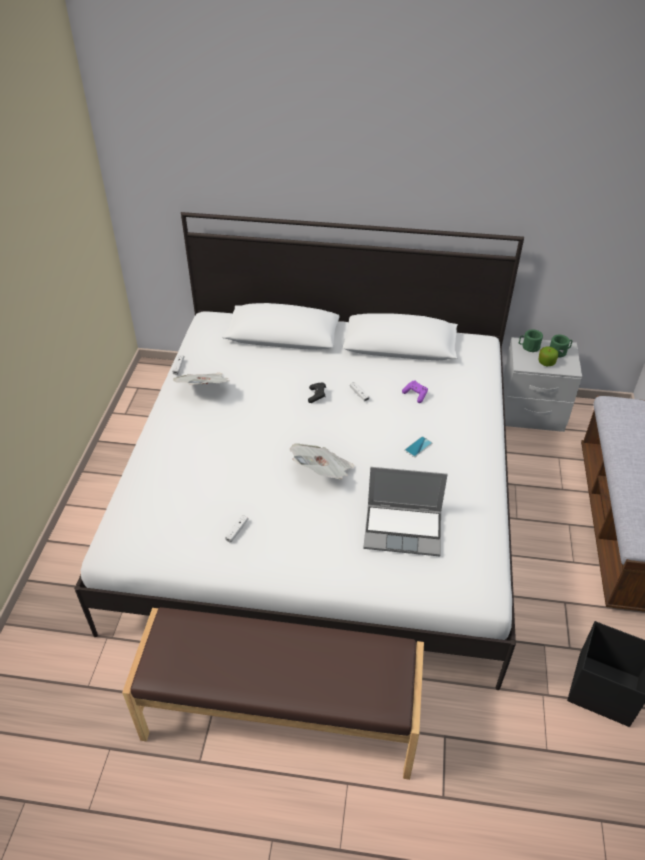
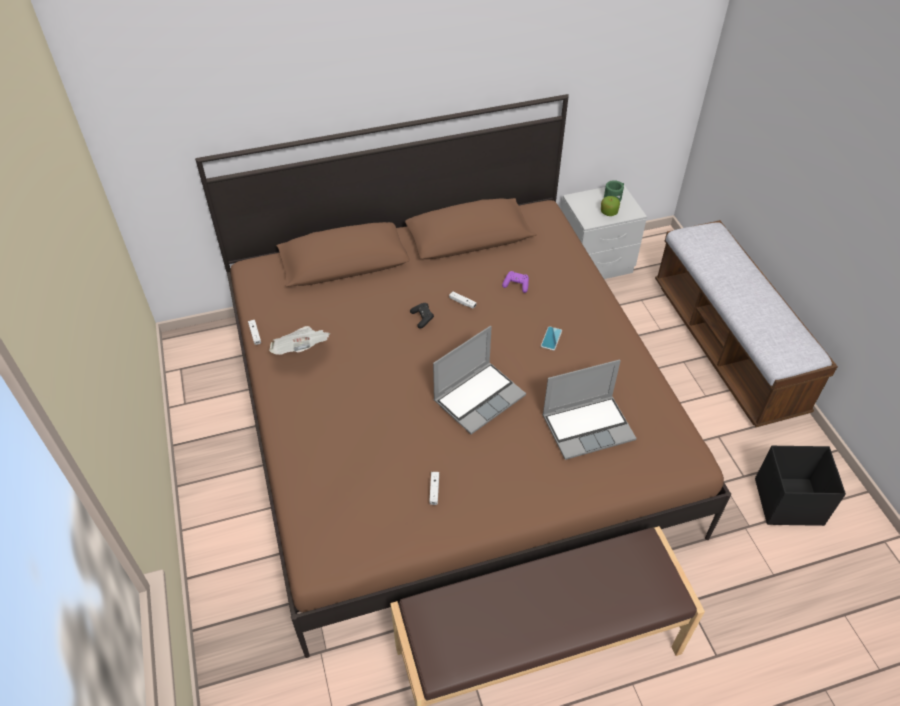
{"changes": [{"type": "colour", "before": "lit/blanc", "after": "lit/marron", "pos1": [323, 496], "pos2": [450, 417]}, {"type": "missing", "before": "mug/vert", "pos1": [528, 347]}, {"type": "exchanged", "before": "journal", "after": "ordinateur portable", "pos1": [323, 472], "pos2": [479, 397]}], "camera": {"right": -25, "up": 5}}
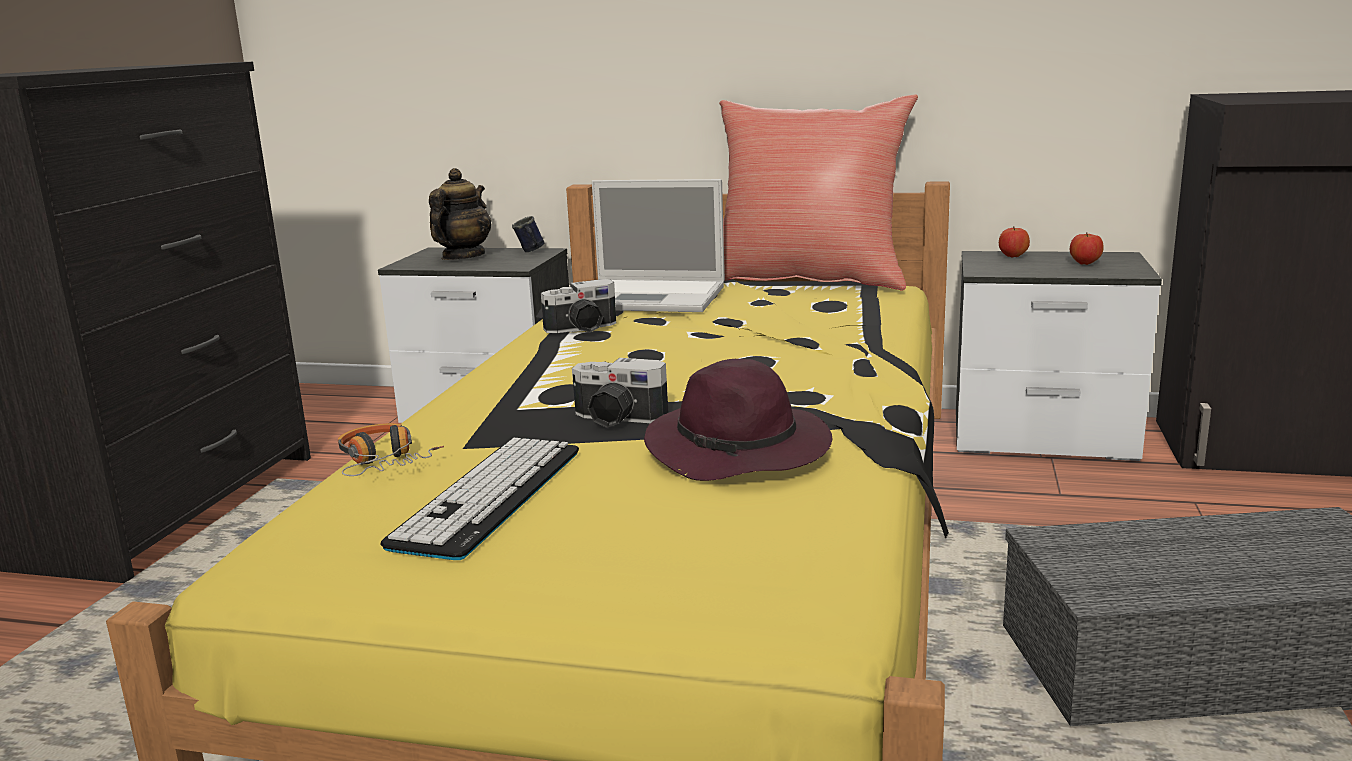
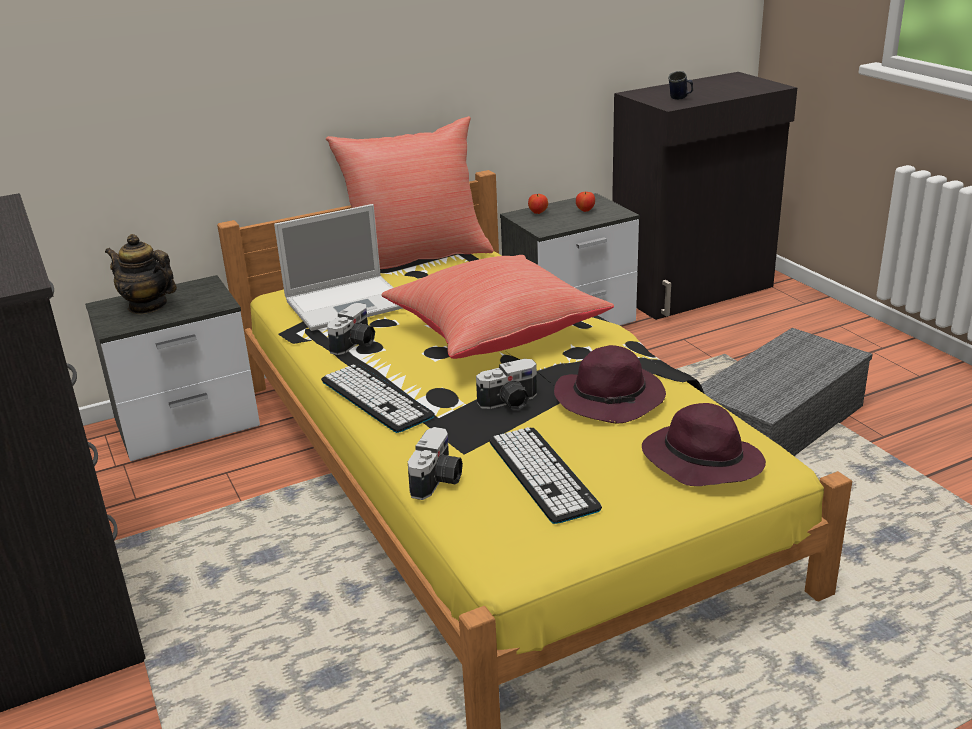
{"changes": [{"type": "spun", "before": "théière", "pos1": [462, 257], "pos2": [147, 306], "turn": -45}, {"type": "relocated", "before": "mug/bleu", "pos1": [530, 252], "pos2": [680, 99]}, {"type": "exchanged", "before": "casque audio", "after": "appareil photo", "pos1": [384, 462], "pos2": [438, 481]}, {"type": "appeared", "after": "coussin/rouge", "pos2": [494, 334]}, {"type": "appeared", "after": "clavier", "pos2": [376, 398]}, {"type": "appeared", "after": "chapeau/violet", "pos2": [700, 461]}], "camera": {"right": -40, "up": 10}}
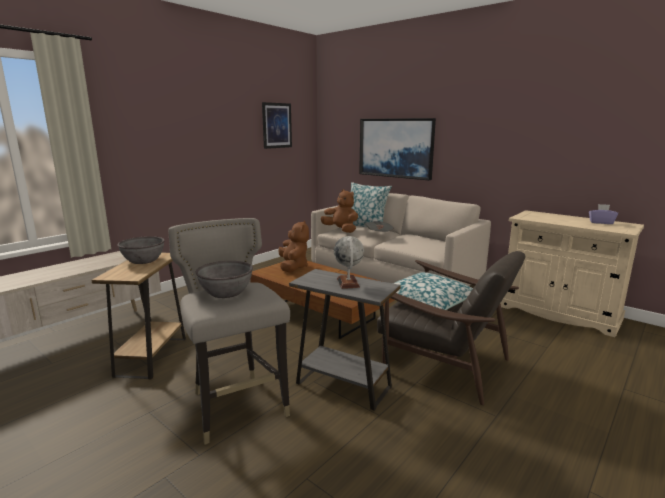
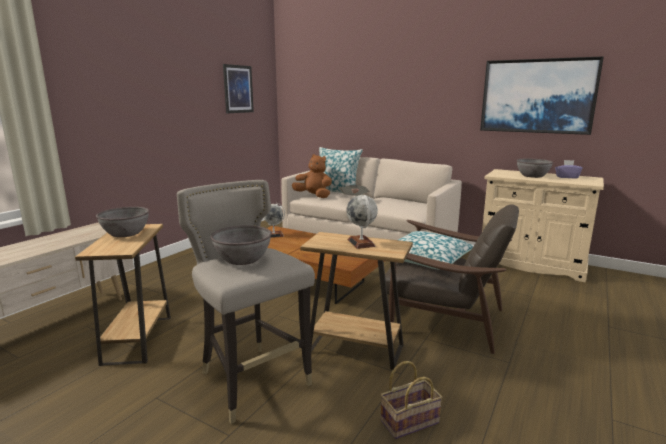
{"changes": [{"type": "relocated", "before": "tableau", "pos1": [396, 148], "pos2": [537, 96]}, {"type": "exchanged", "before": "peluche/marron", "after": "globe", "pos1": [293, 267], "pos2": [274, 235]}, {"type": "colour", "before": "table d'appoint/gris", "after": "table d'appoint/marron", "pos1": [343, 385], "pos2": [355, 348]}, {"type": "appeared", "after": "bol/gris", "pos2": [532, 176]}, {"type": "appeared", "after": "panier", "pos2": [410, 420]}], "camera": {"right": -10, "up": 0}}
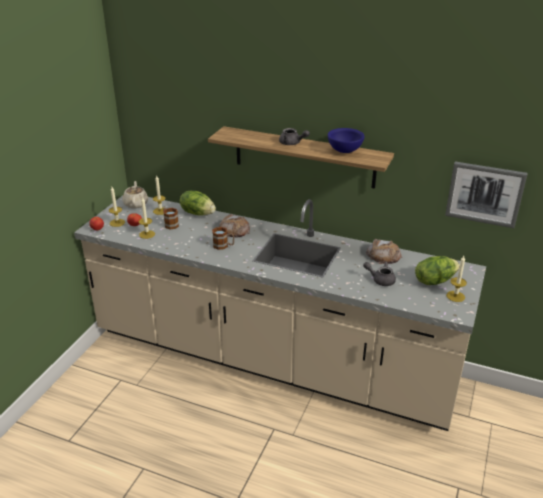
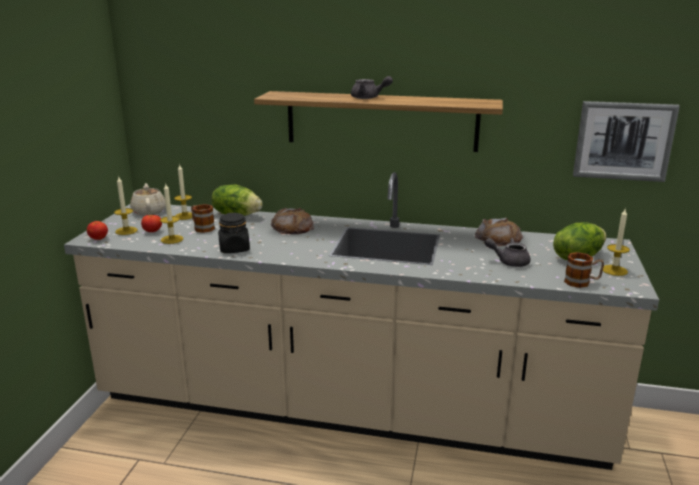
{"changes": [{"type": "missing", "before": "bol/bleu", "pos1": [344, 151]}, {"type": "relocated", "before": "mug", "pos1": [223, 246], "pos2": [582, 282]}, {"type": "appeared", "after": "bocal/noir", "pos2": [234, 249]}], "camera": {"right": -10, "up": -10}}
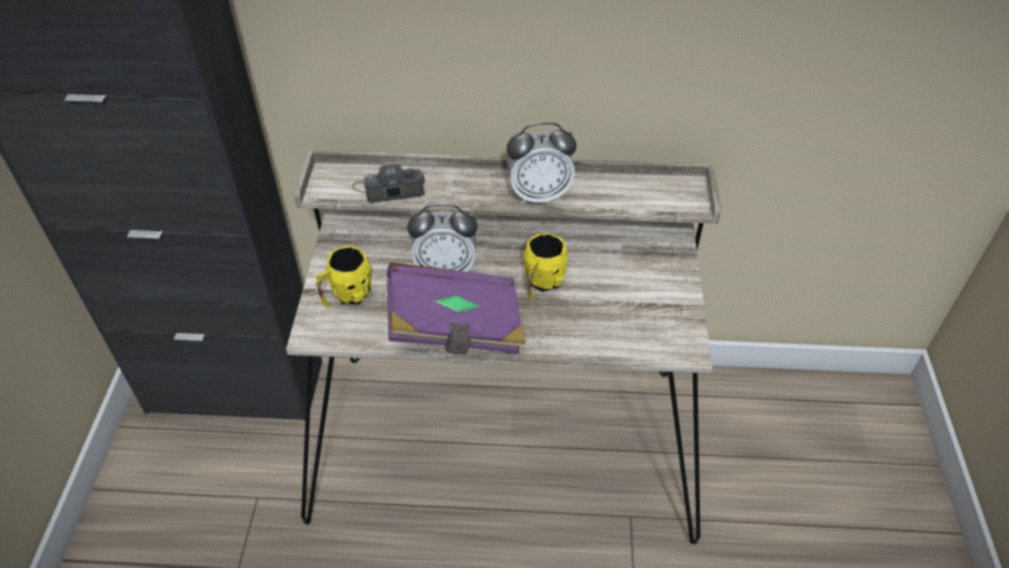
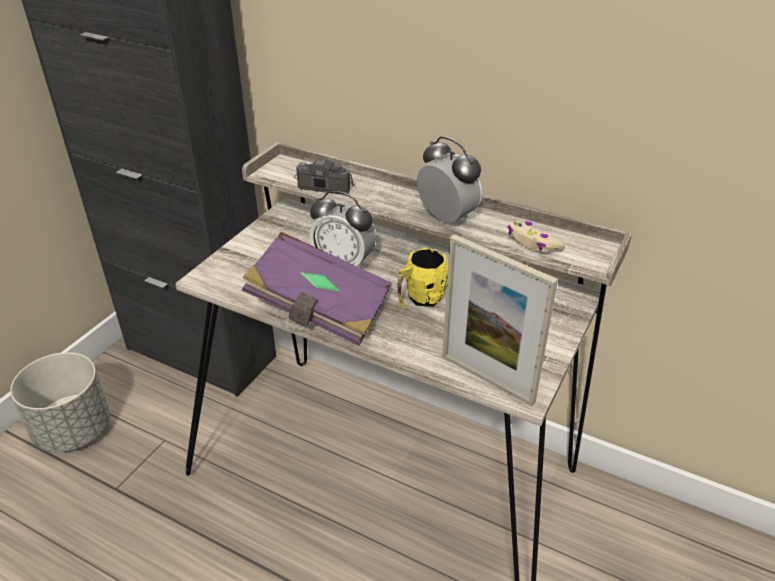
{"changes": [{"type": "spun", "before": "réveil", "pos1": [539, 195], "pos2": [447, 218], "turn": -150}, {"type": "missing", "before": "mug/jaune", "pos1": [346, 295]}, {"type": "appeared", "after": "manette/beige", "pos2": [533, 243]}, {"type": "appeared", "after": "cadre photo", "pos2": [487, 379]}, {"type": "appeared", "after": "cache-pot/gris", "pos2": [74, 429]}], "camera": {"right": 25, "up": -10}}
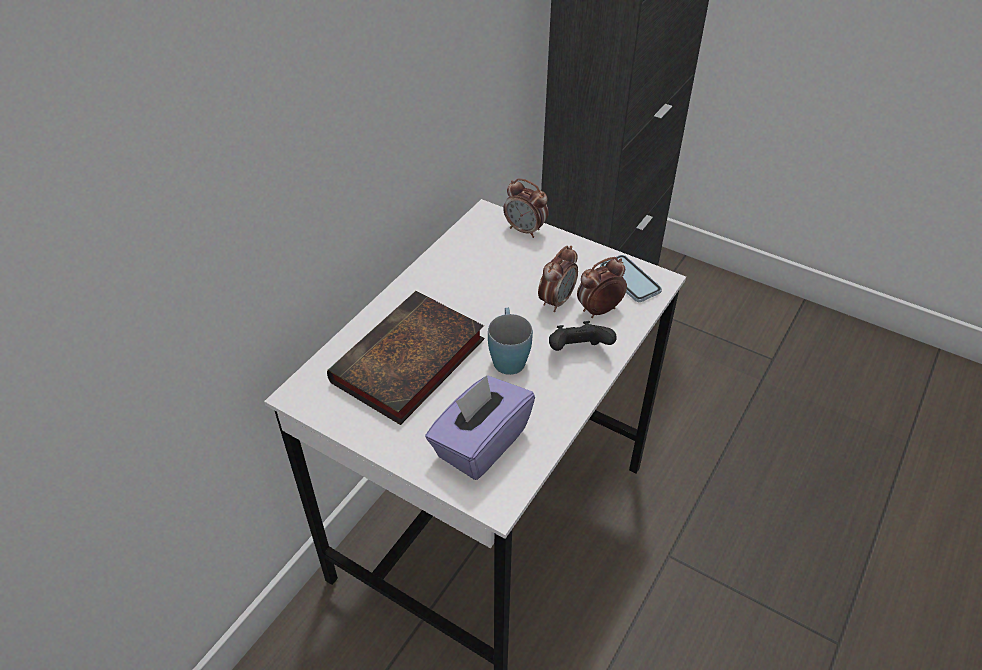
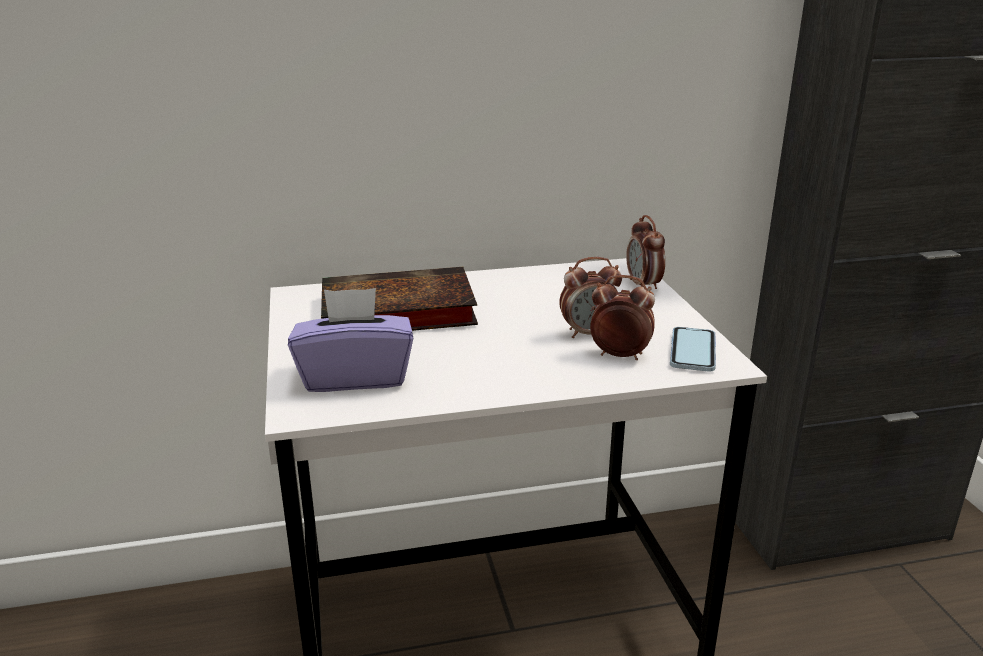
{"changes": [{"type": "missing", "before": "mug/bleu", "pos1": [508, 356]}, {"type": "missing", "before": "manette/noir", "pos1": [578, 351]}], "camera": {"right": 45, "up": -20}}
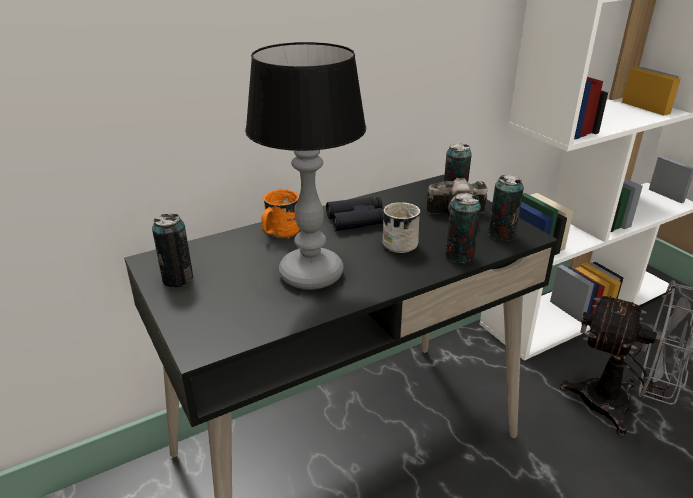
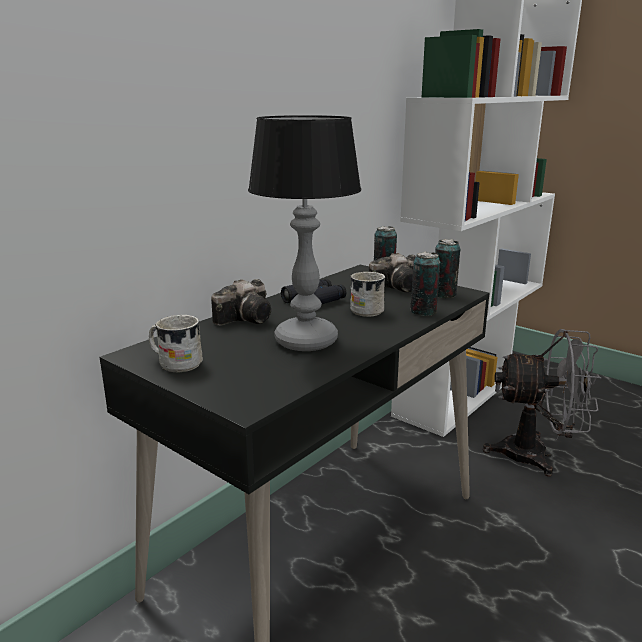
{"changes": [{"type": "exchanged", "before": "mug/orange", "after": "appareil photo", "pos1": [279, 233], "pos2": [247, 318]}, {"type": "exchanged", "before": "boîte métallique", "after": "mug/blanc", "pos1": [178, 279], "pos2": [175, 363]}], "camera": {"right": -20, "up": -10}}
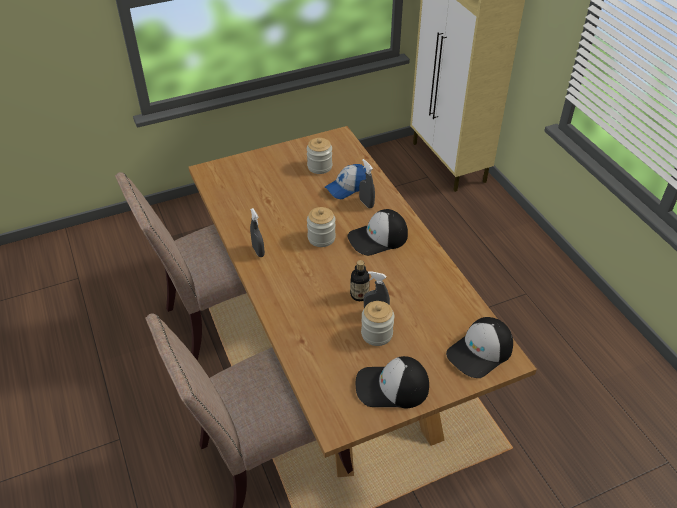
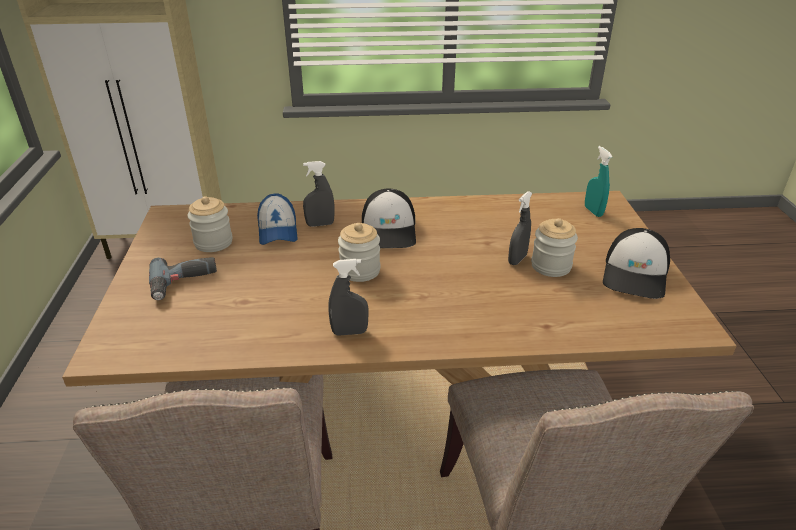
{"changes": [{"type": "missing", "before": "bouteille", "pos1": [359, 295]}, {"type": "exchanged", "before": "casquette", "after": "vaporisateur/turquoise", "pos1": [480, 352], "pos2": [593, 211]}, {"type": "appeared", "after": "perceuse", "pos2": [184, 283]}], "camera": {"right": -70, "up": -10}}
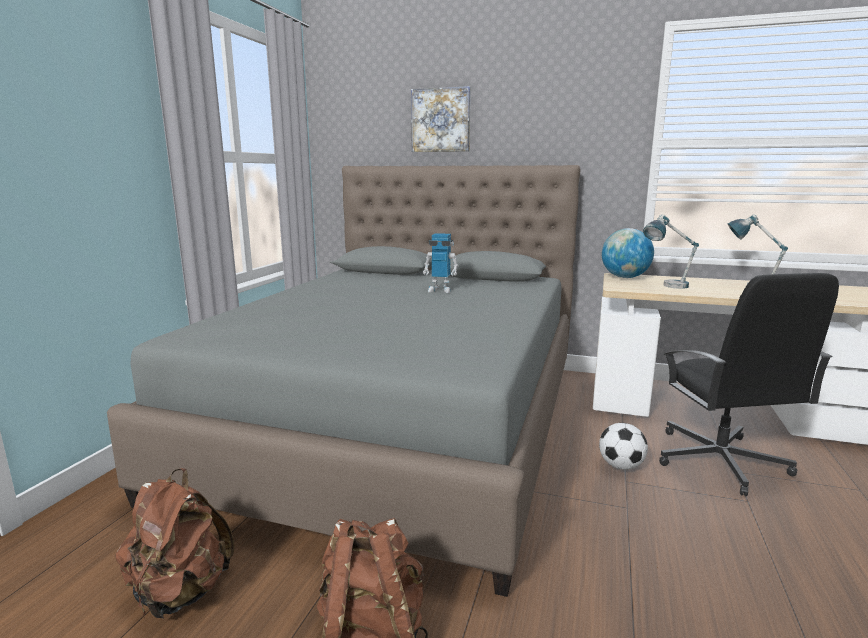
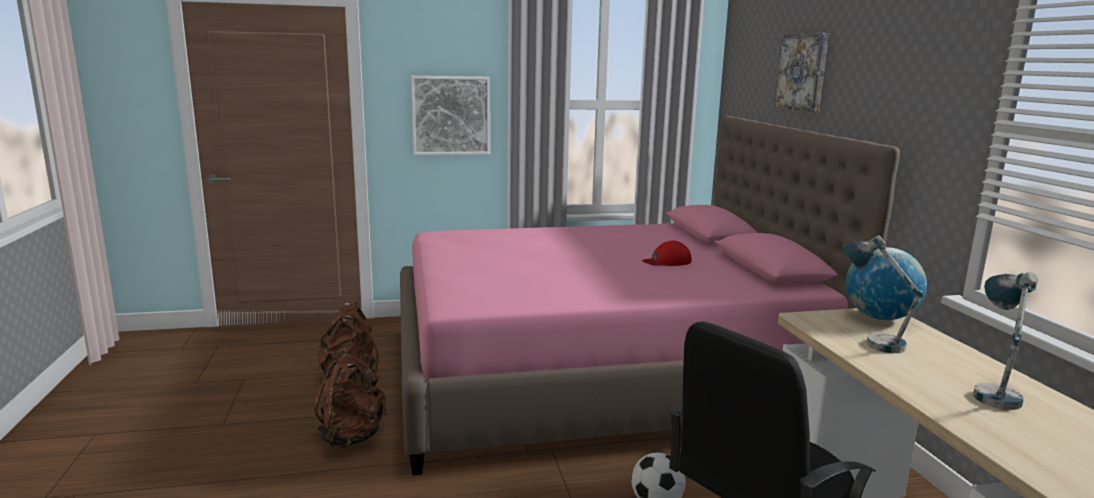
{"changes": [{"type": "colour", "before": "lit/gris", "after": "lit/rose", "pos1": [401, 423], "pos2": [600, 376]}, {"type": "exchanged", "before": "robot jouet", "after": "casquette/rouge", "pos1": [440, 290], "pos2": [667, 261]}, {"type": "appeared", "after": "tableau", "pos2": [451, 115]}], "camera": {"right": 60, "up": 0}}
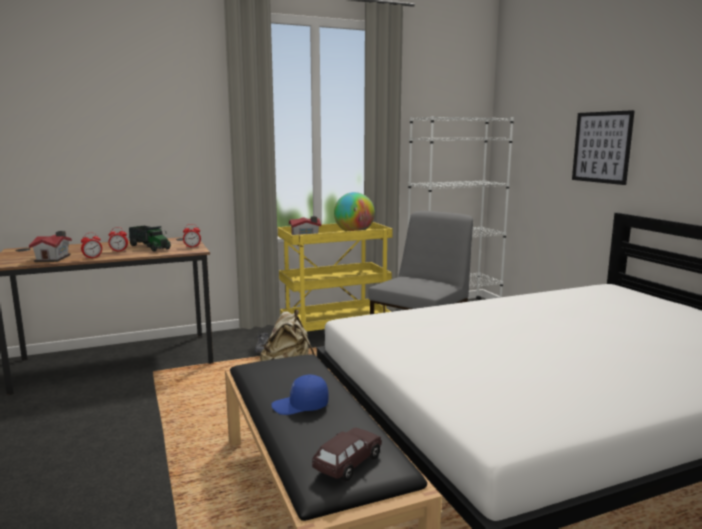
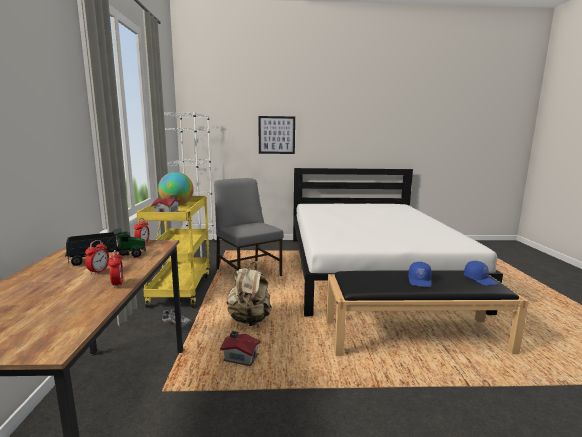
{"changes": [{"type": "relocated", "before": "maison miniature", "pos1": [54, 258], "pos2": [240, 357]}, {"type": "exchanged", "before": "petite voiture/marron", "after": "casquette/bleu", "pos1": [347, 464], "pos2": [480, 279]}], "camera": {"right": -70, "up": 0}}
